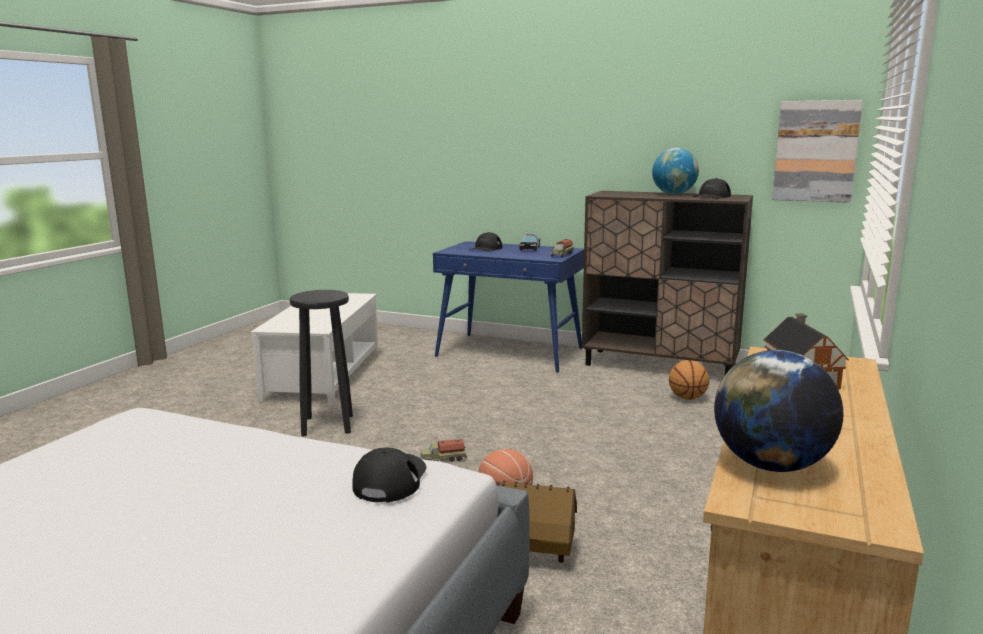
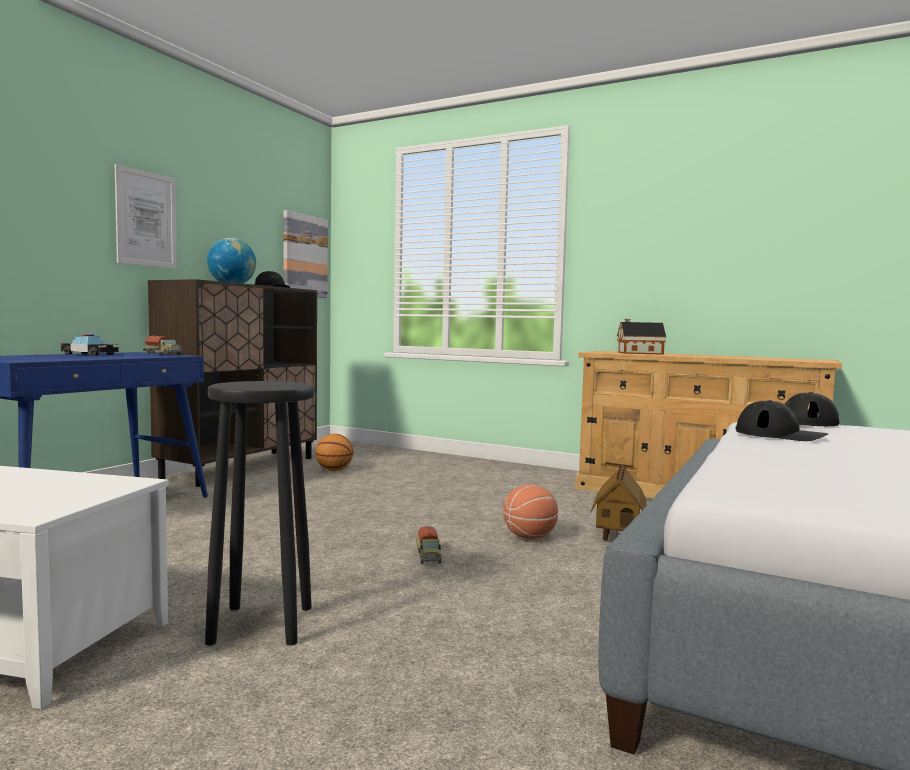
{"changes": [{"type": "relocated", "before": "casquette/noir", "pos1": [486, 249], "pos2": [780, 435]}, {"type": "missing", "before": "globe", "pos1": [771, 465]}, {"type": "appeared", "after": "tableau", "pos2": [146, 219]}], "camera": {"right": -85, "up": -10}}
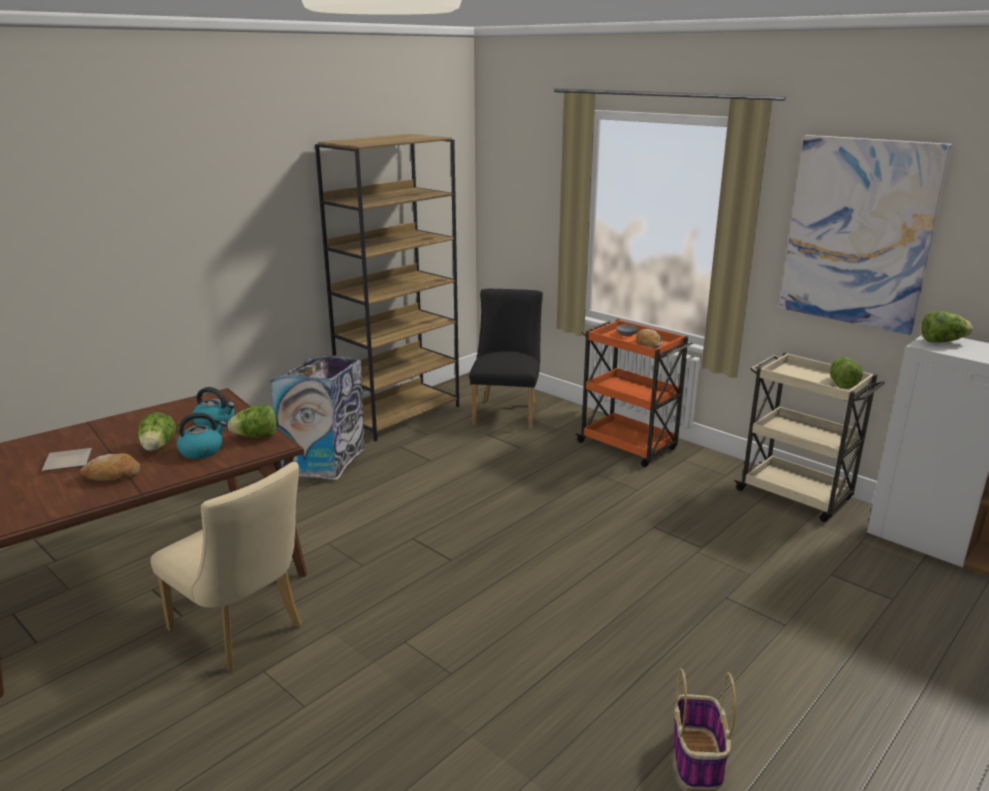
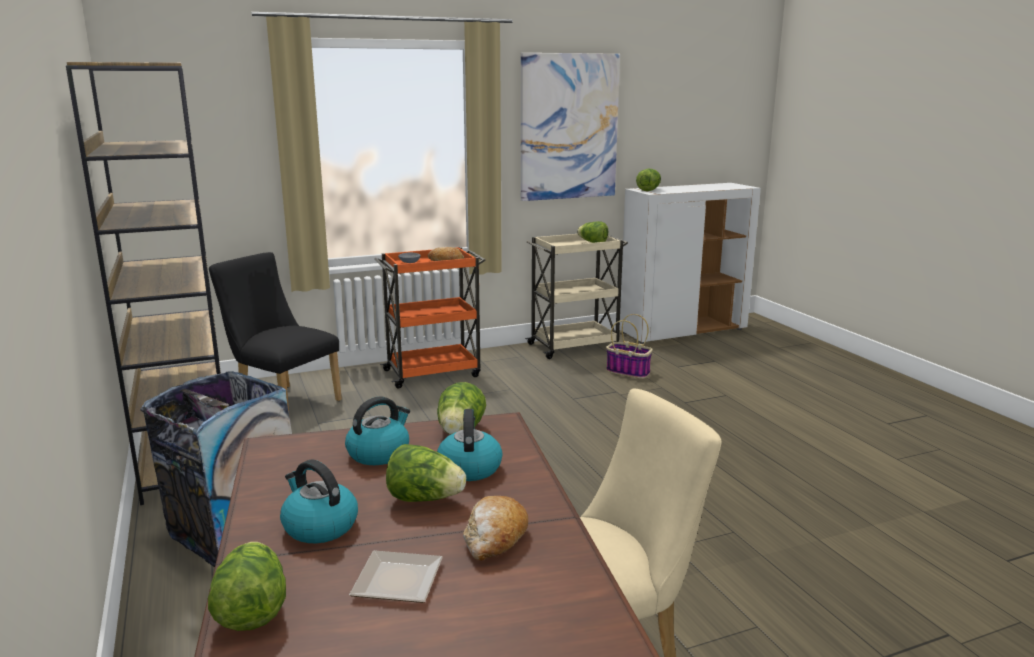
{"changes": [{"type": "relocated", "before": "panier", "pos1": [698, 759], "pos2": [629, 372]}, {"type": "appeared", "after": "bouilloire", "pos2": [319, 526]}, {"type": "appeared", "after": "laitue", "pos2": [252, 610]}], "camera": {"right": -65, "up": -5}}
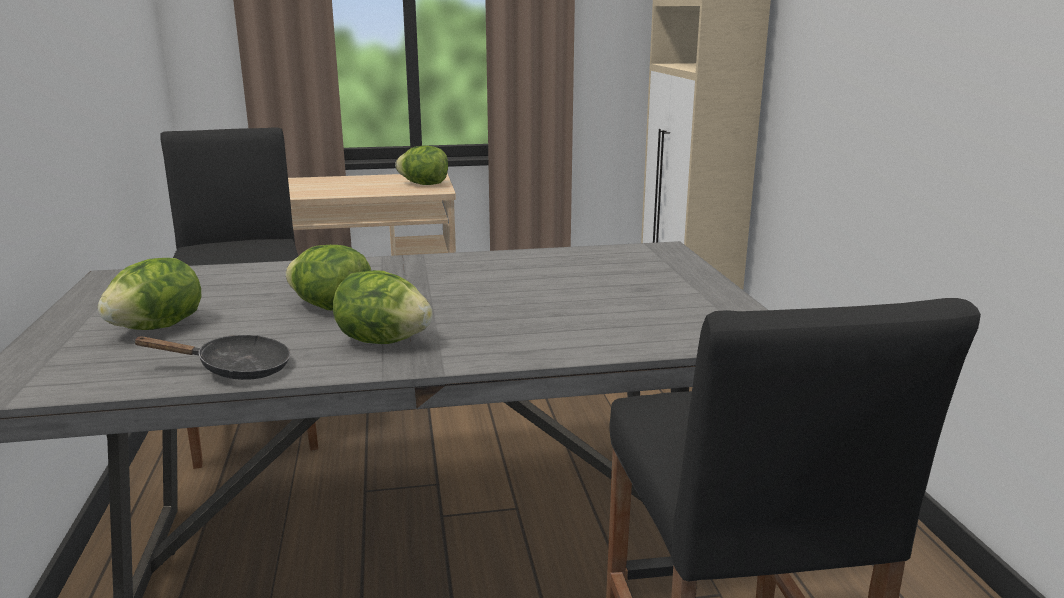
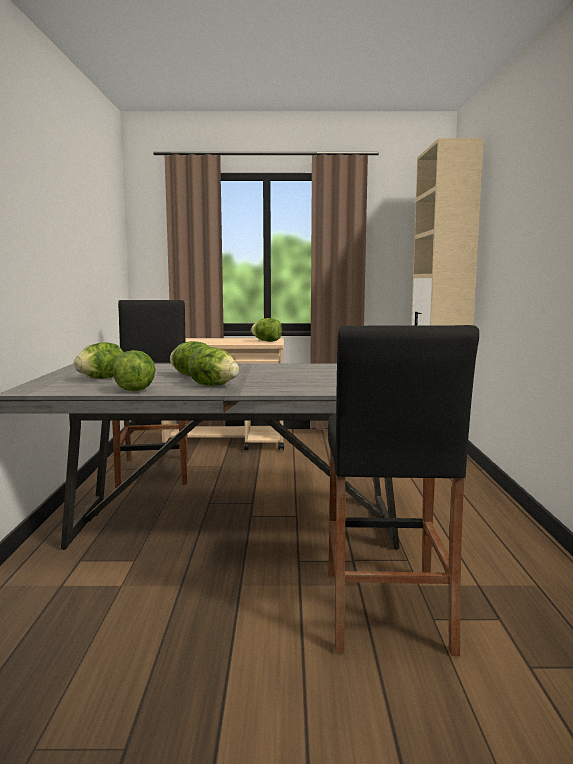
{"changes": [{"type": "exchanged", "before": "poêle/noir", "after": "laitue", "pos1": [235, 369], "pos2": [135, 390]}], "camera": {"right": 10, "up": -10}}
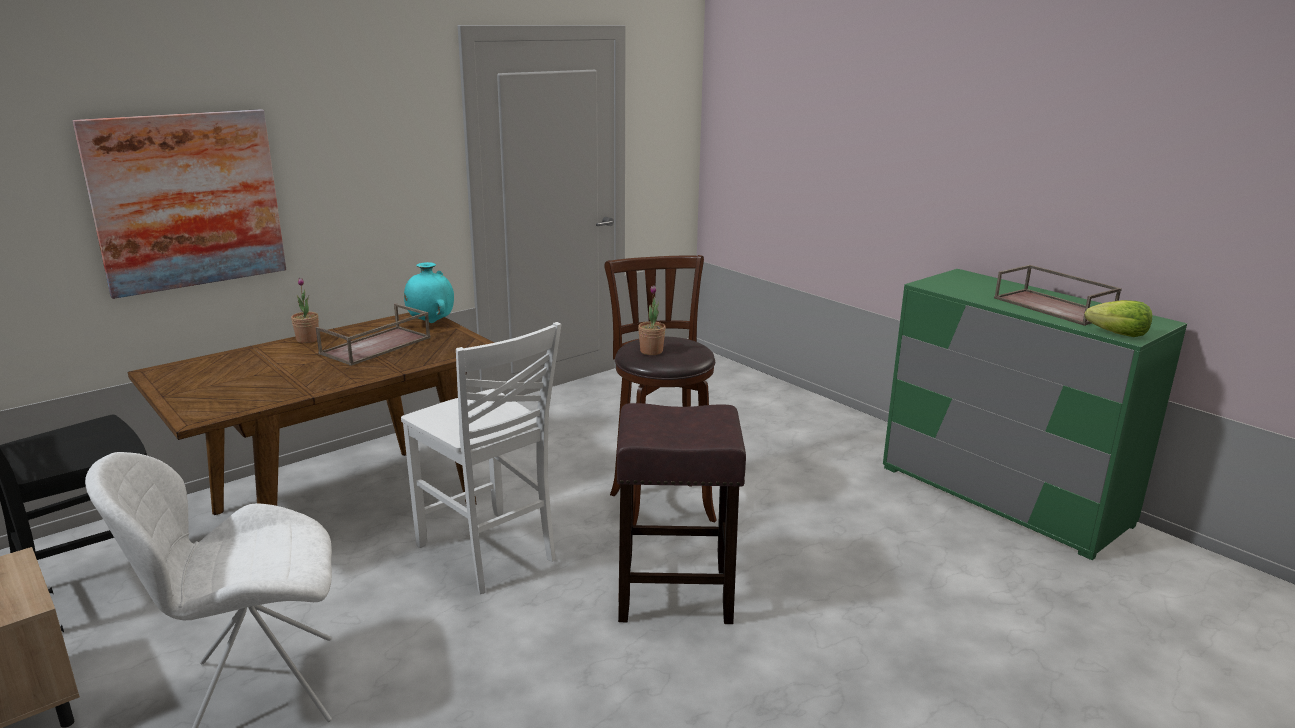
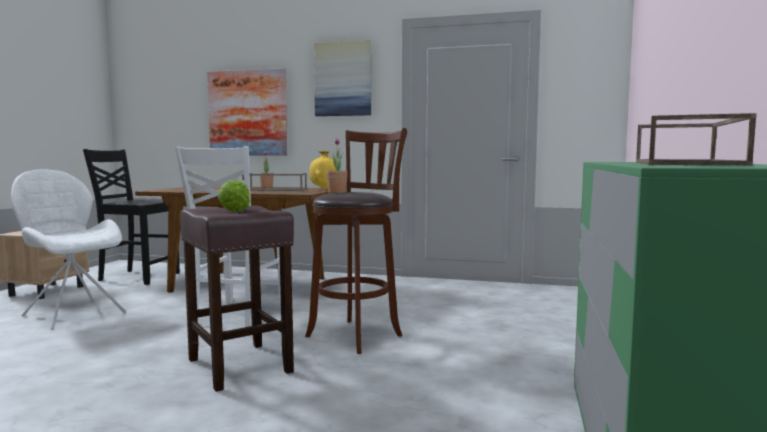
{"changes": [{"type": "colour", "before": "vase/turquoise", "after": "vase/jaune", "pos1": [431, 322], "pos2": [324, 189]}, {"type": "relocated", "before": "laitue", "pos1": [1118, 335], "pos2": [235, 210]}, {"type": "appeared", "after": "tableau", "pos2": [343, 79]}], "camera": {"right": 55, "up": -15}}
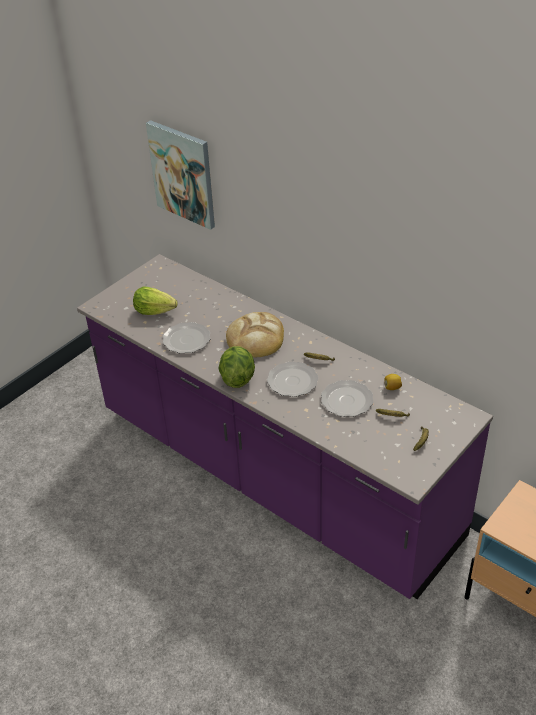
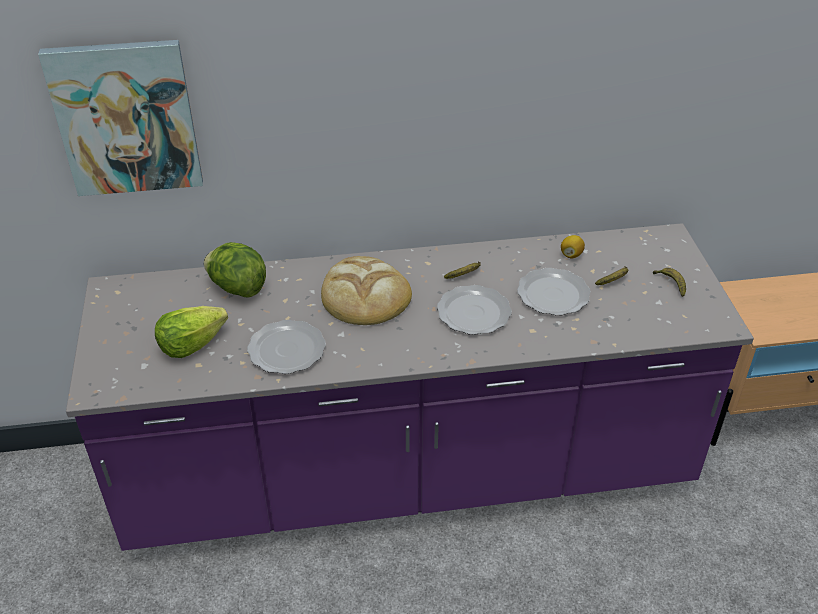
{"changes": [{"type": "relocated", "before": "laitue", "pos1": [237, 378], "pos2": [237, 288]}], "camera": {"right": -50, "up": 0}}
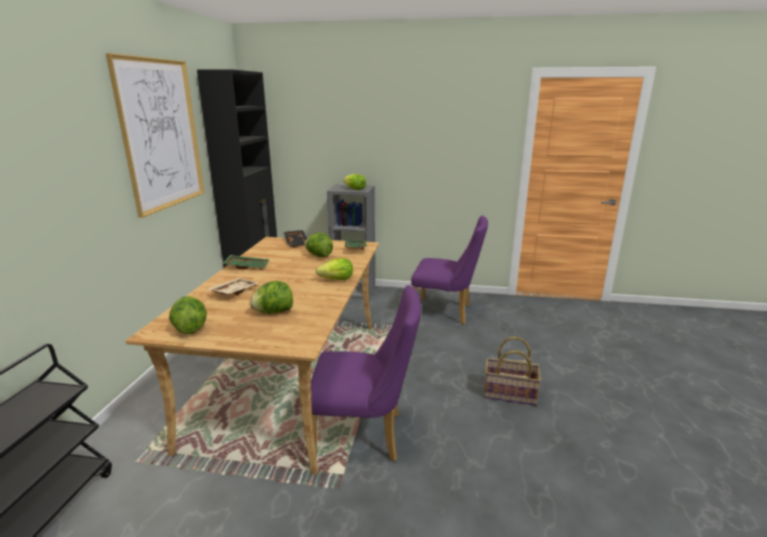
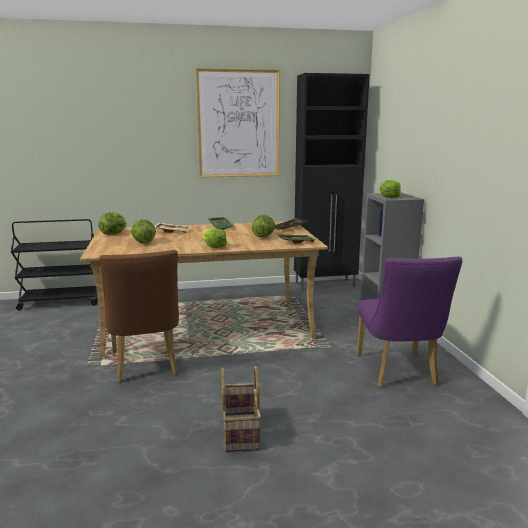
{"changes": [{"type": "colour", "before": "chaise/violet", "after": "chaise/marron", "pos1": [365, 435], "pos2": [145, 366]}], "camera": {"right": 70, "up": -5}}
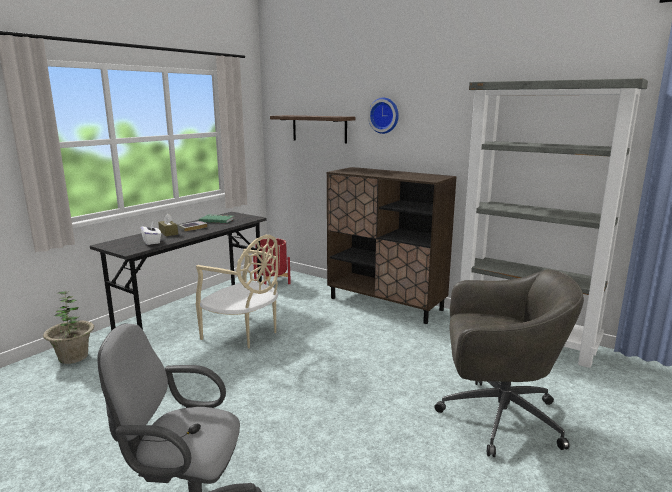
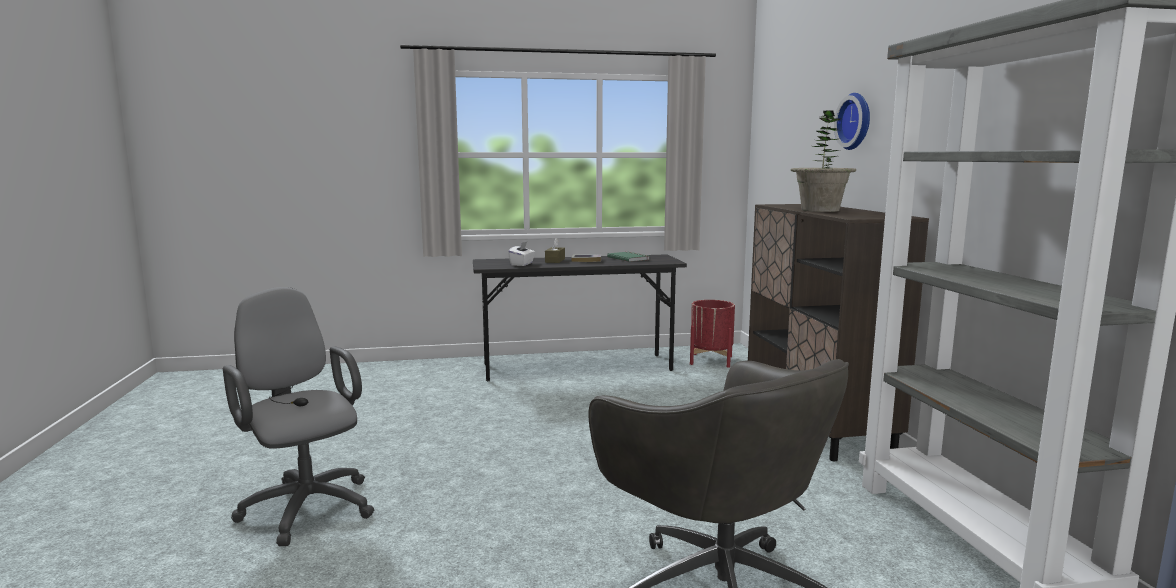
{"changes": [{"type": "missing", "before": "étagère", "pos1": [319, 128]}, {"type": "missing", "before": "chaise/beige", "pos1": [243, 334]}, {"type": "relocated", "before": "plante en pot", "pos1": [73, 357], "pos2": [820, 210]}], "camera": {"right": 45, "up": -5}}
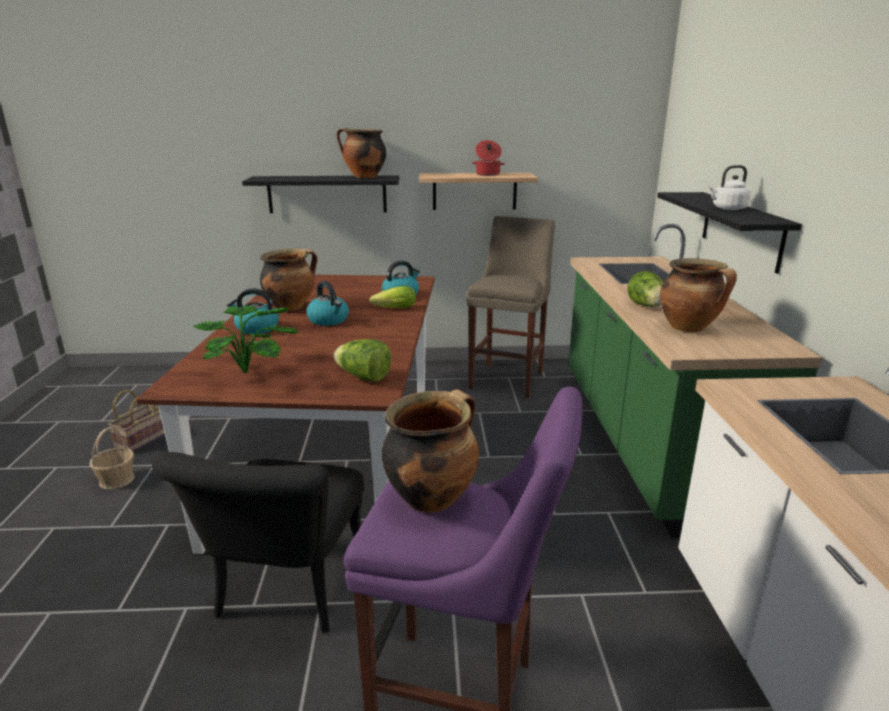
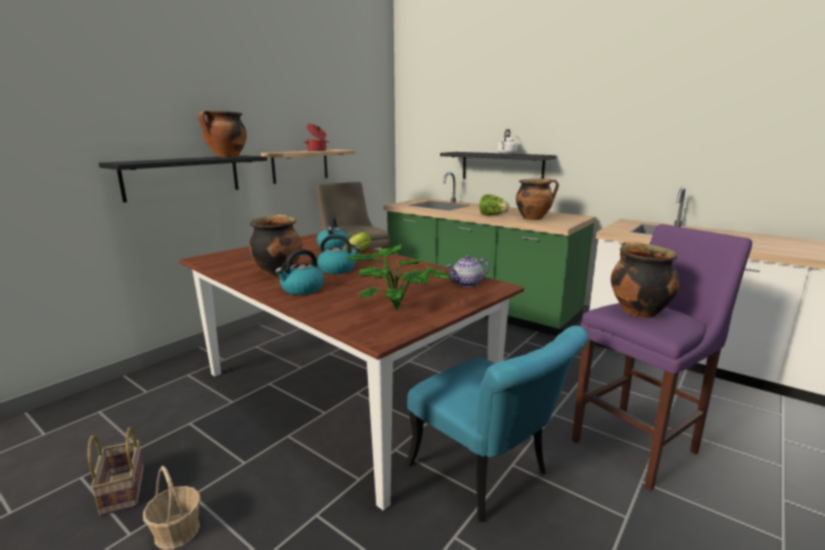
{"changes": [{"type": "exchanged", "before": "laitue", "after": "théière", "pos1": [363, 377], "pos2": [467, 284]}, {"type": "colour", "before": "chaise/noir", "after": "chaise/turquoise", "pos1": [287, 594], "pos2": [488, 476]}], "camera": {"right": -50, "up": -5}}
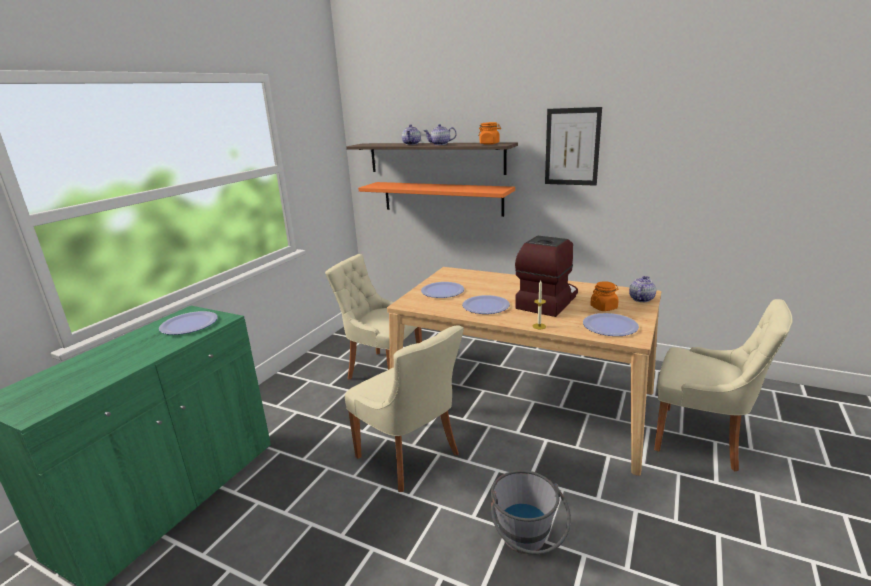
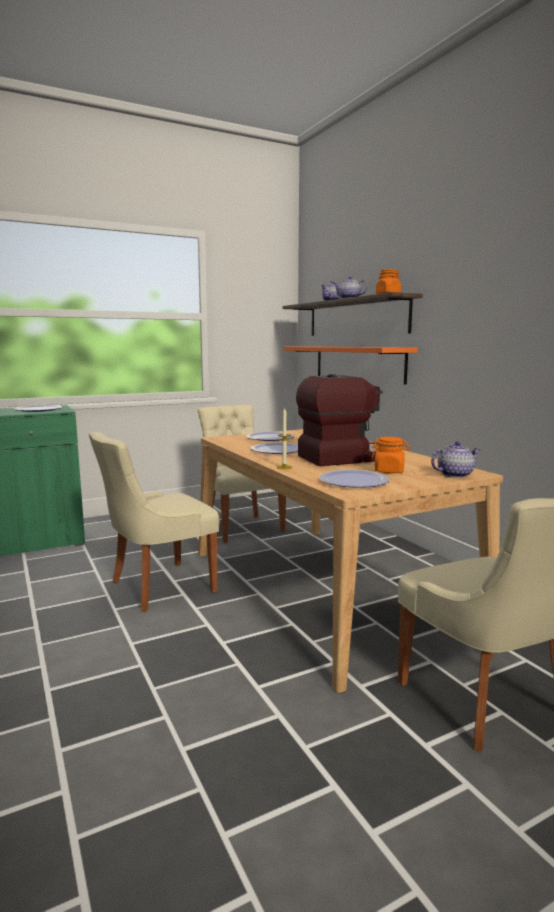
{"changes": [{"type": "missing", "before": "tableau", "pos1": [572, 147]}, {"type": "spun", "before": "chaise/beige", "pos1": [410, 457], "pos2": [158, 587], "turn": 60}, {"type": "missing", "before": "seau/gris", "pos1": [527, 543]}], "camera": {"right": 35, "up": -10}}
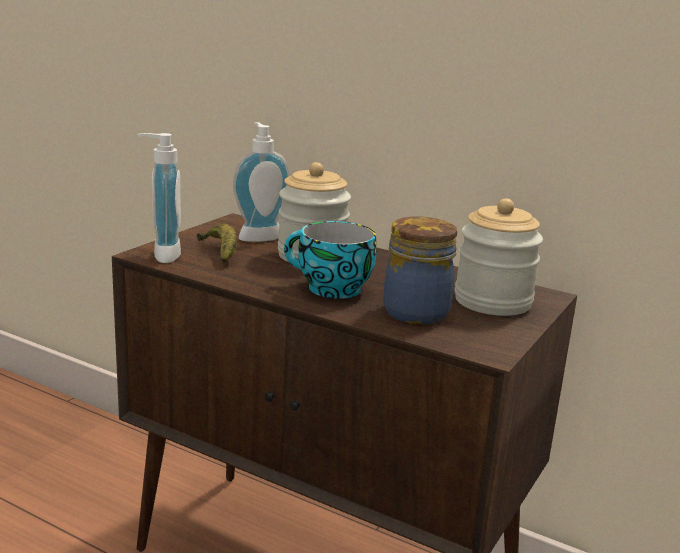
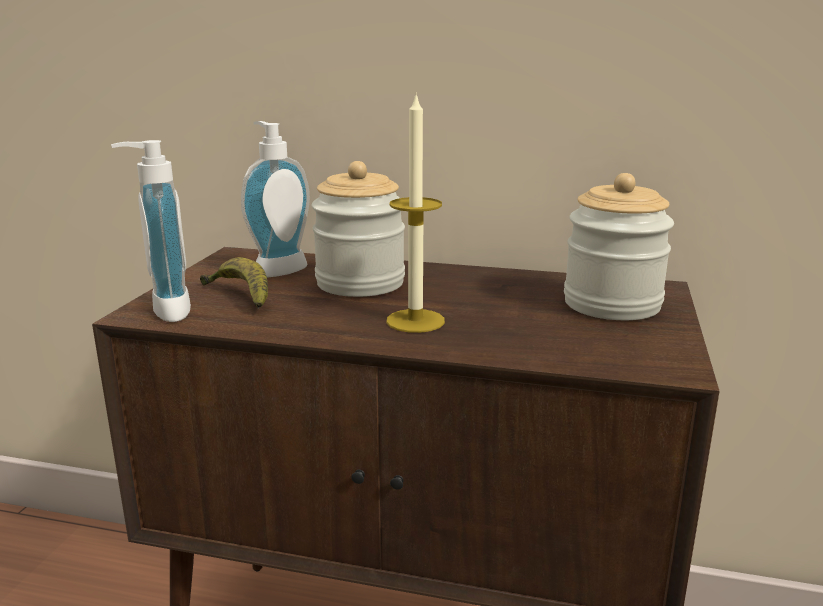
{"changes": [{"type": "missing", "before": "bocal", "pos1": [414, 311]}, {"type": "exchanged", "before": "tasse", "after": "bougie", "pos1": [330, 289], "pos2": [415, 321]}], "camera": {"right": -15, "up": 0}}
